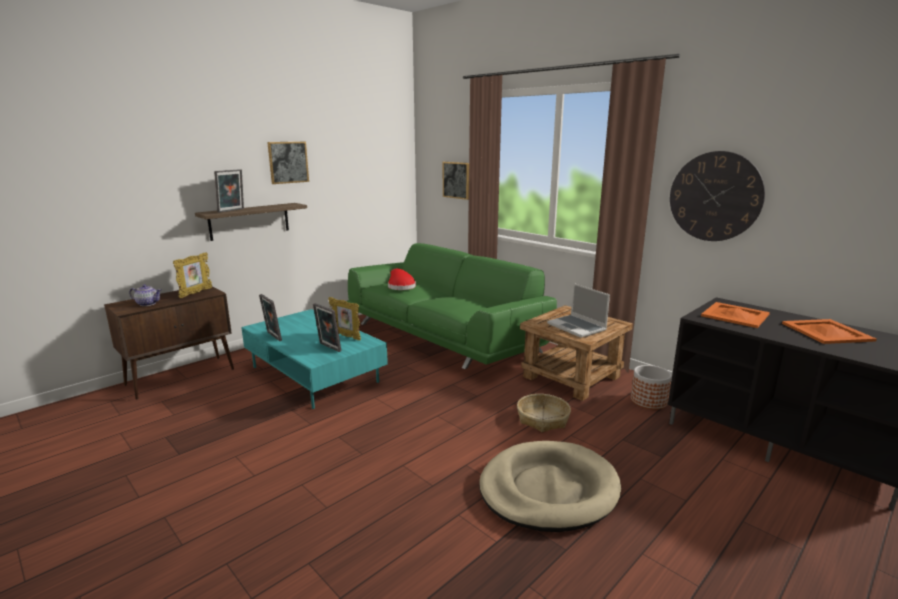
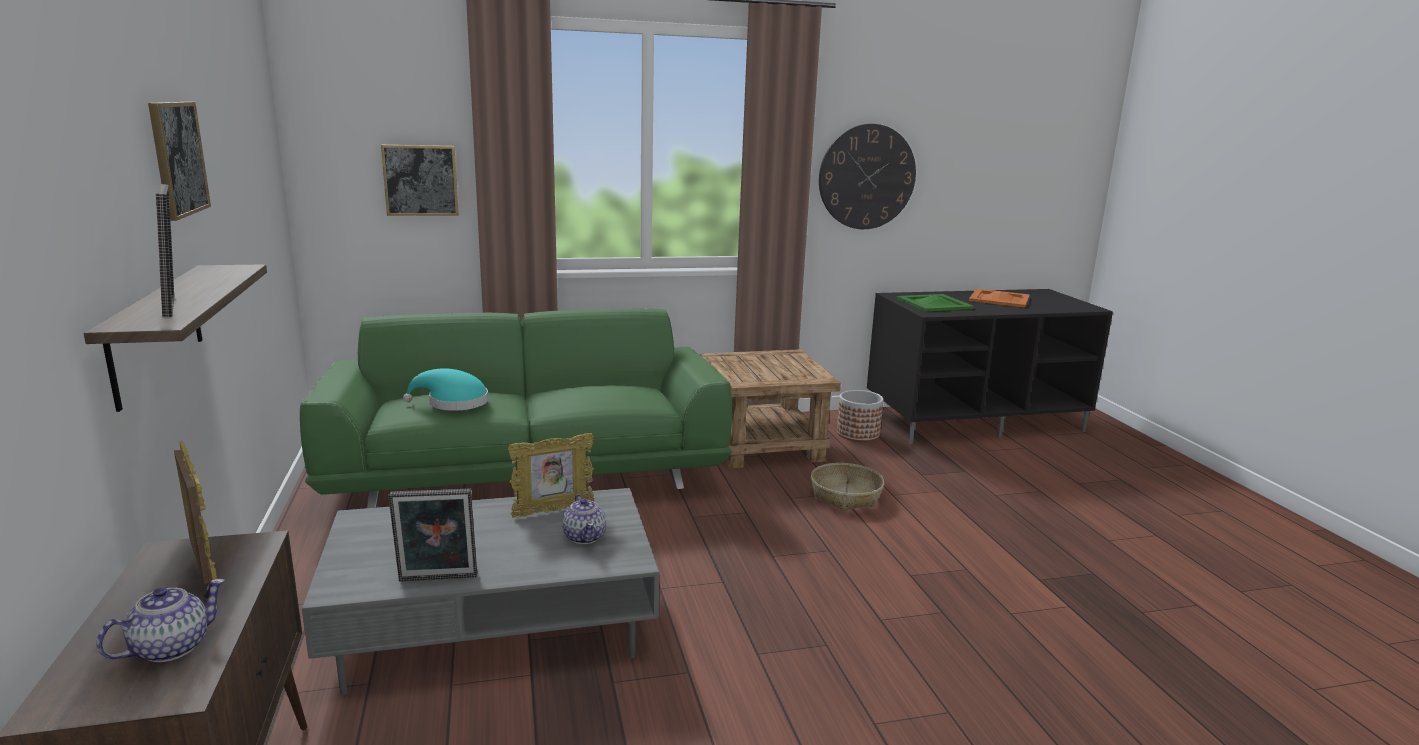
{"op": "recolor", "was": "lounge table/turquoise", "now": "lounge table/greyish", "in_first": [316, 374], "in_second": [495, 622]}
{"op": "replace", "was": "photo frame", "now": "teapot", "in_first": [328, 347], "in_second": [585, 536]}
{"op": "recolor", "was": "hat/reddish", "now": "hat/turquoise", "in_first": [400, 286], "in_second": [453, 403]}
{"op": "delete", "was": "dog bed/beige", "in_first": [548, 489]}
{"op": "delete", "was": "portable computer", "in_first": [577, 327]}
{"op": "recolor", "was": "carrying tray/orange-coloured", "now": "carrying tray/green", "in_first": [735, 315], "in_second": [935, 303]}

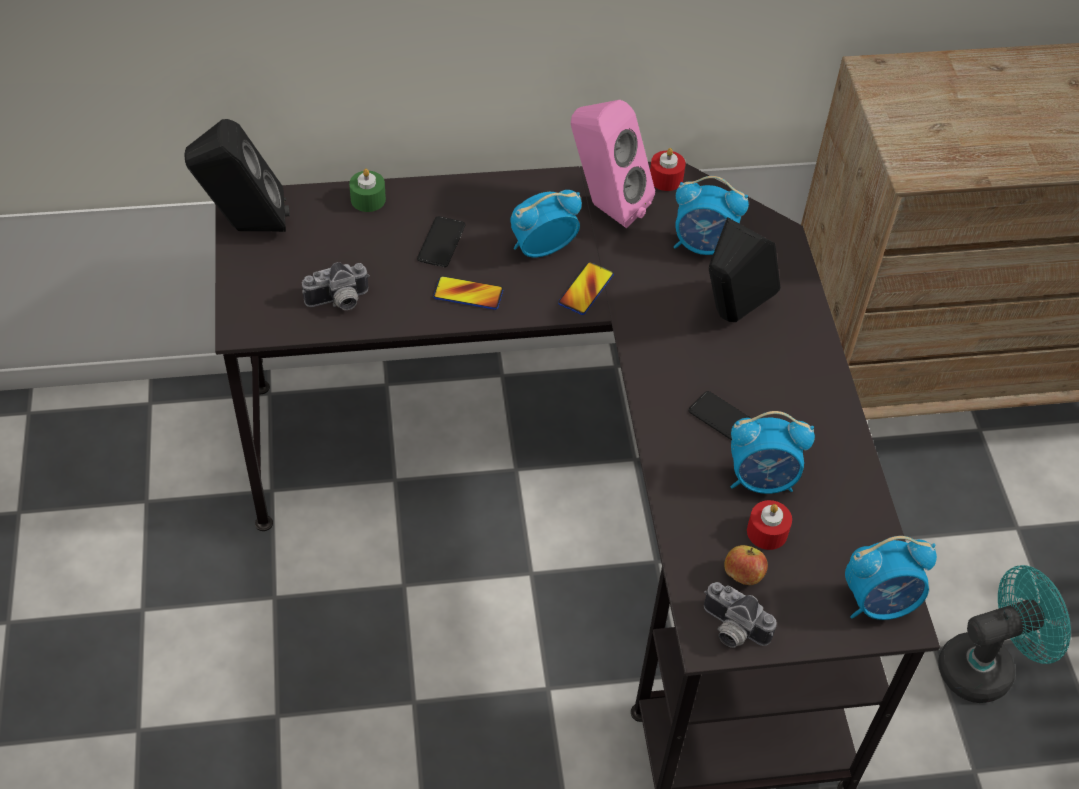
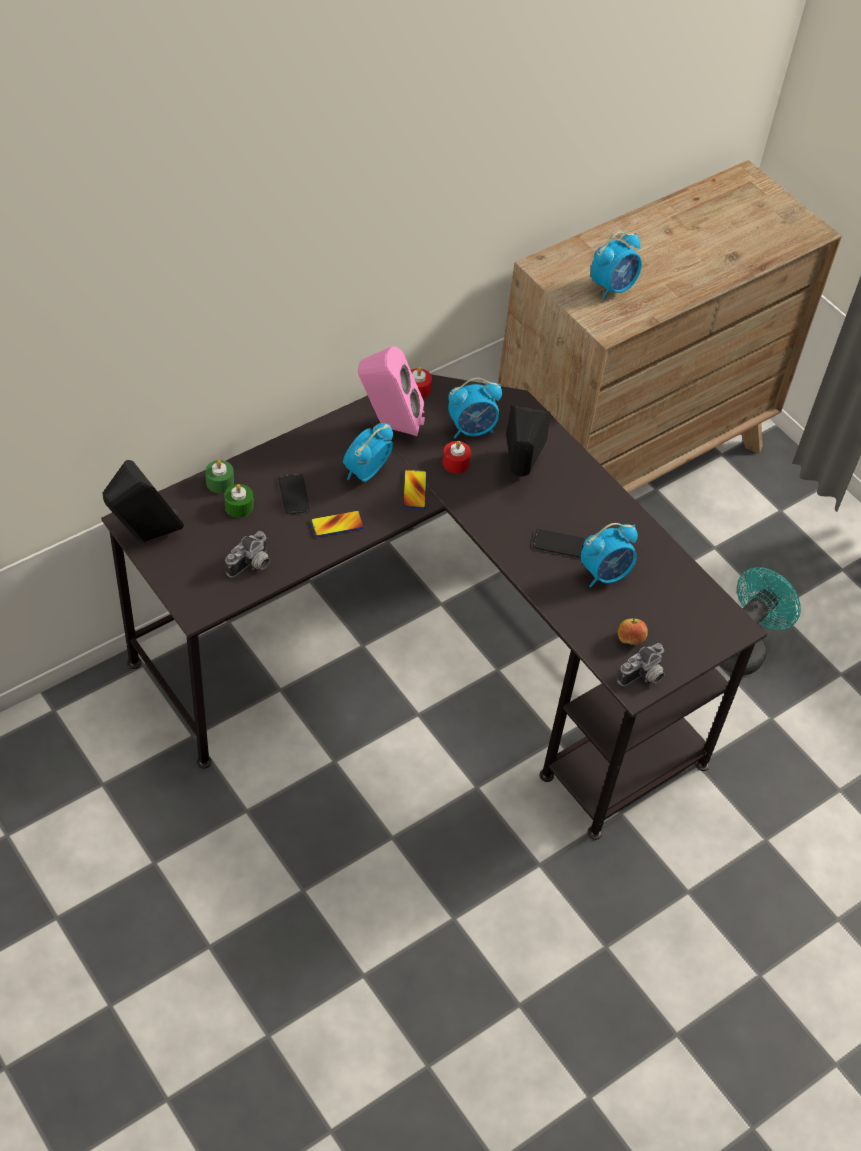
{"op": "rotate", "was": "photo camera", "in_first": [731, 630], "in_second": [644, 677], "clockwise": -45}
{"op": "move", "was": "wax candle/reddish", "in_first": [767, 532], "in_second": [456, 463]}
{"op": "move", "was": "alarm clock", "in_first": [879, 602], "in_second": [613, 287]}
{"op": "insert", "now": "wax candle/green", "in_second": [239, 506]}

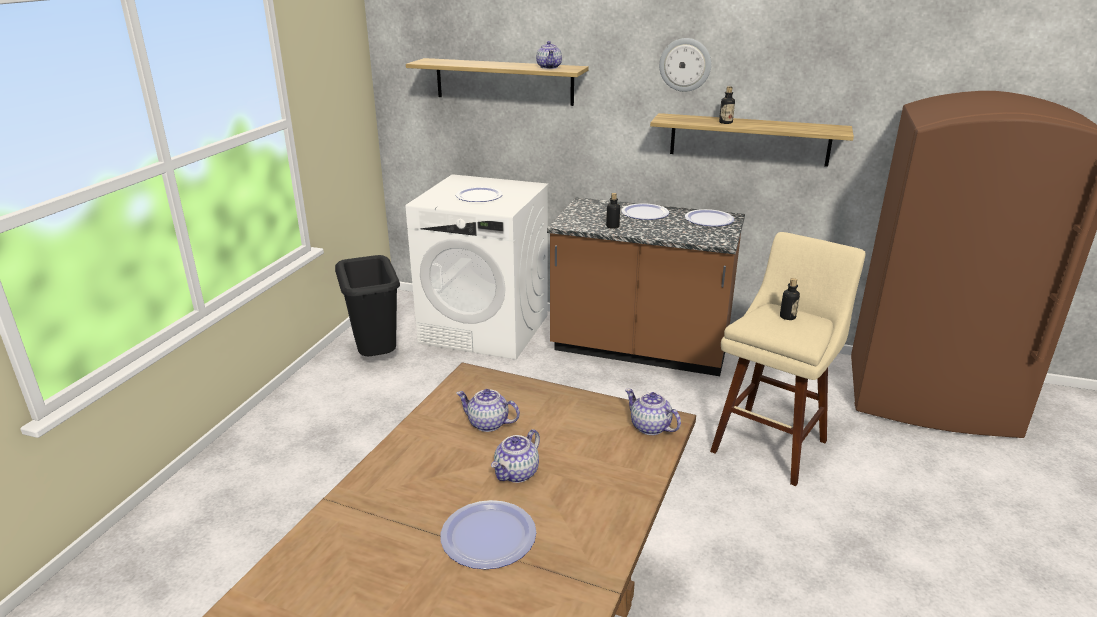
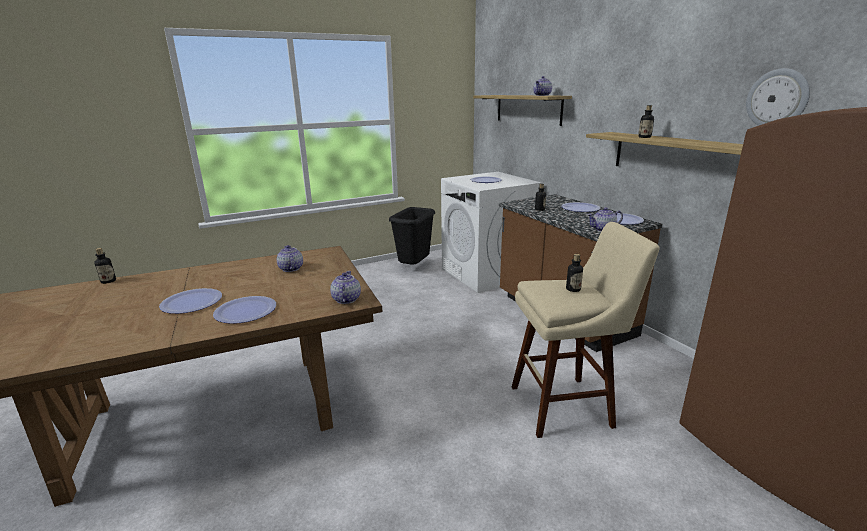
{"op": "move", "was": "teapot", "in_first": [517, 473], "in_second": [603, 229]}
{"op": "move", "was": "wall clock", "in_first": [685, 64], "in_second": [777, 99]}
{"op": "insert", "now": "bottle", "in_second": [108, 281]}
{"op": "insert", "now": "dinner plate", "in_second": [245, 311]}

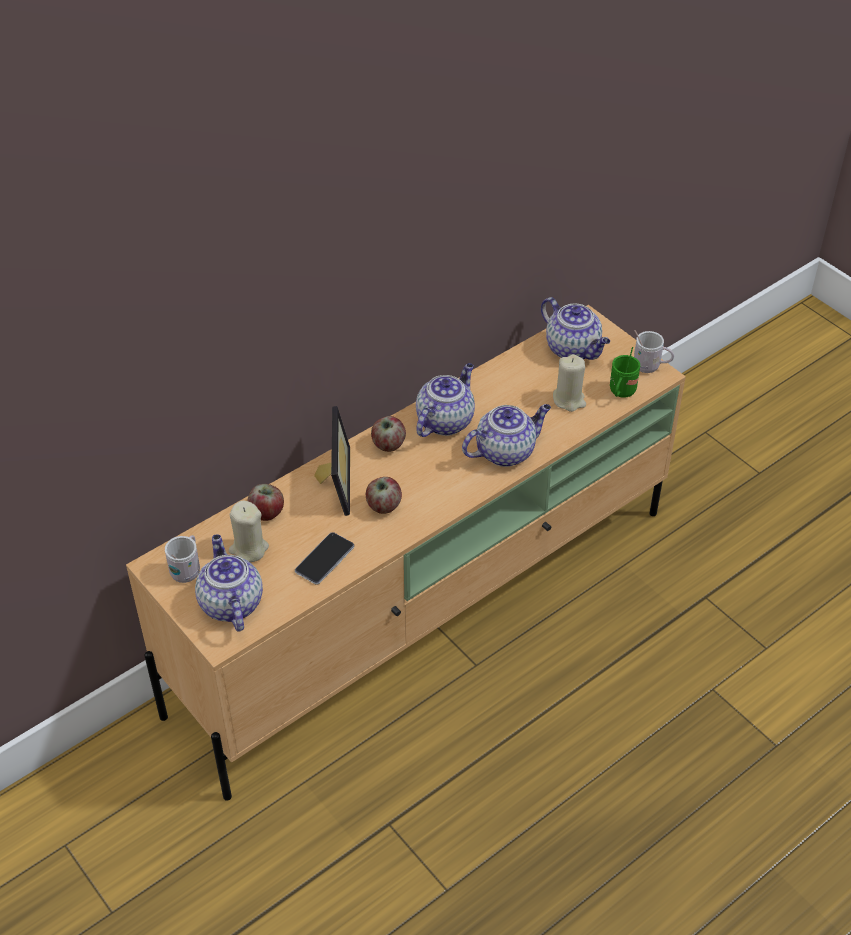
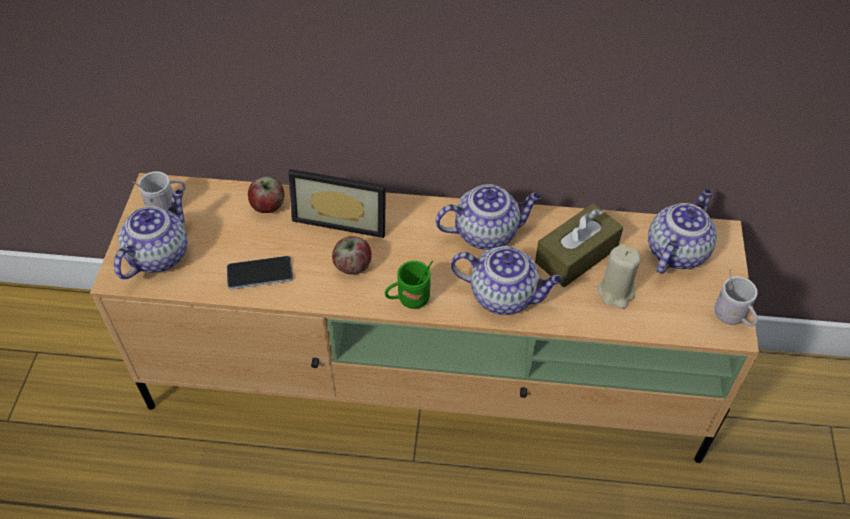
{"op": "delete", "was": "wax candle/beige", "in_first": [248, 549]}
{"op": "rotate", "was": "photo frame", "in_first": [332, 481], "in_second": [342, 217], "clockwise": 60}
{"op": "delete", "was": "whole apple", "in_first": [388, 445]}
{"op": "rotate", "was": "teapot", "in_first": [574, 349], "in_second": [676, 251], "clockwise": -150}
{"op": "move", "was": "coffee mug/green", "in_first": [621, 393], "in_second": [409, 300]}
{"op": "insert", "now": "tissue box/brown-coloured", "in_second": [576, 255]}

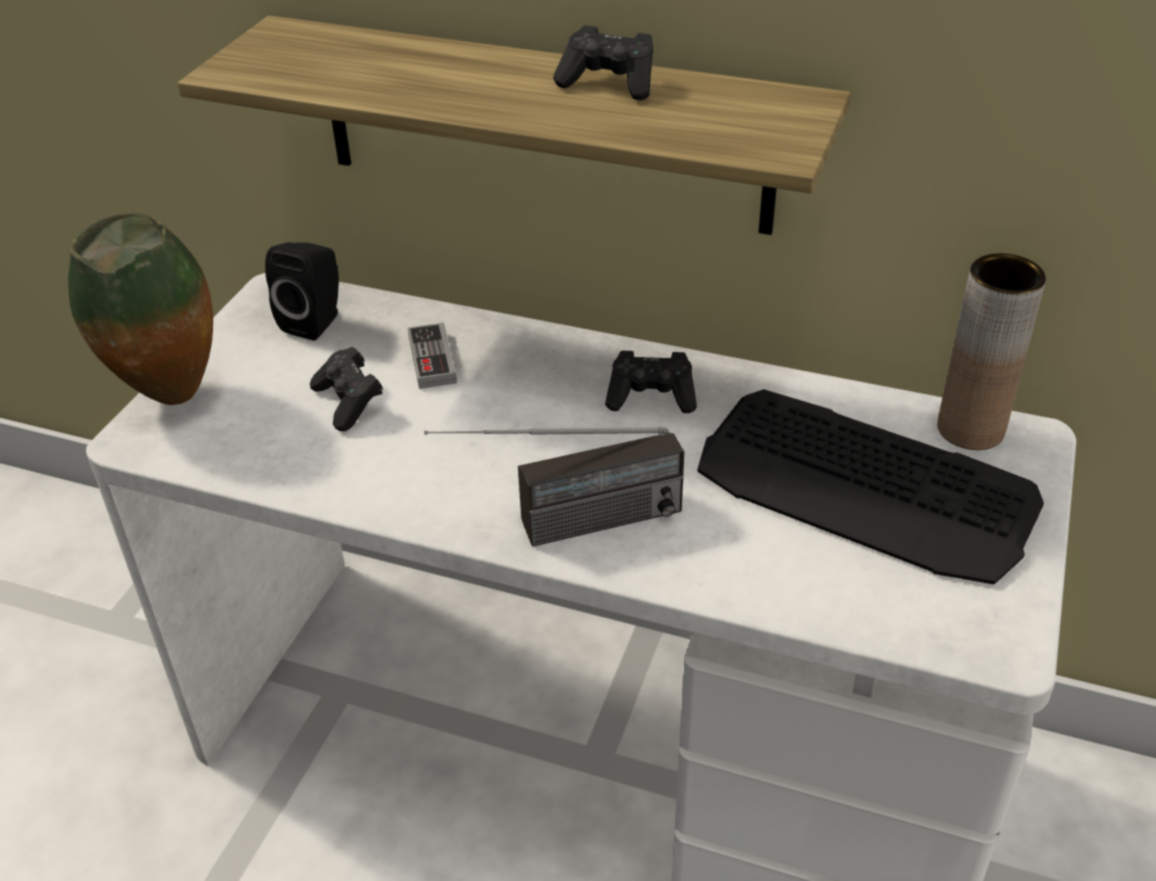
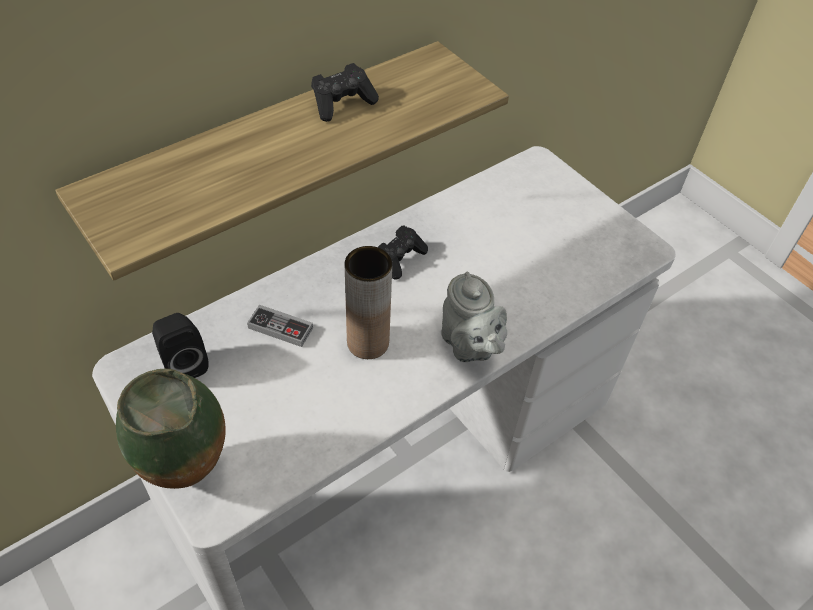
{"op": "delete", "was": "gamepad/blackish", "in_first": [349, 403]}
{"op": "replace", "was": "radio", "now": "teapot/greyish", "in_first": [562, 529], "in_second": [469, 346]}
{"op": "delete", "was": "computer keyboard", "in_first": [865, 487]}
{"op": "move", "was": "decorative vase/brown-coloured", "in_first": [970, 429], "in_second": [368, 342]}

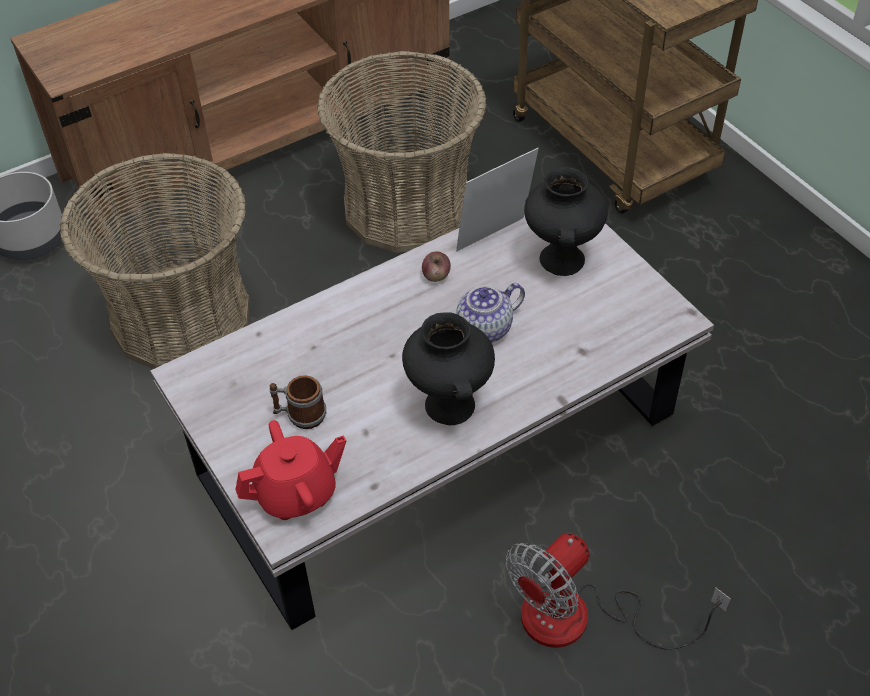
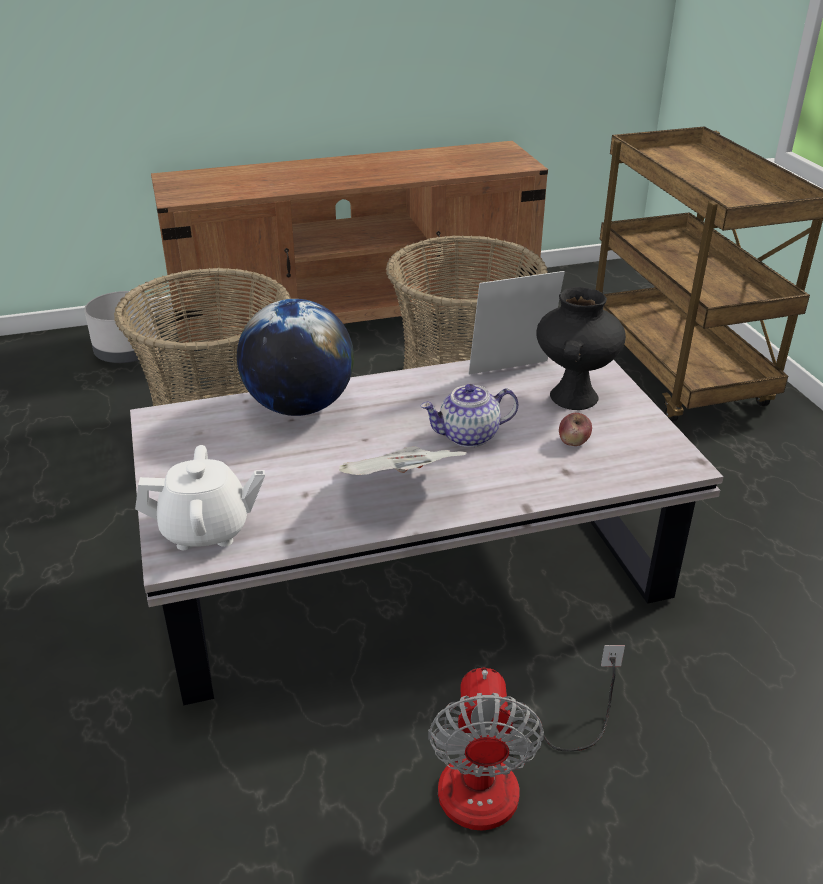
{"op": "recolor", "was": "teapot/reddish", "now": "teapot/whitish", "in_first": [297, 493], "in_second": [206, 530]}
{"op": "delete", "was": "coffee mug", "in_first": [300, 415]}
{"op": "replace", "was": "decorative vase/blackish", "now": "daily paper", "in_first": [448, 404], "in_second": [402, 488]}
{"op": "move", "was": "whole apple", "in_first": [436, 276], "in_second": [573, 441]}
{"op": "rotate", "was": "fan", "in_first": [580, 619], "in_second": [502, 776], "clockwise": -60}
{"op": "insert", "now": "world globe", "in_second": [299, 406]}

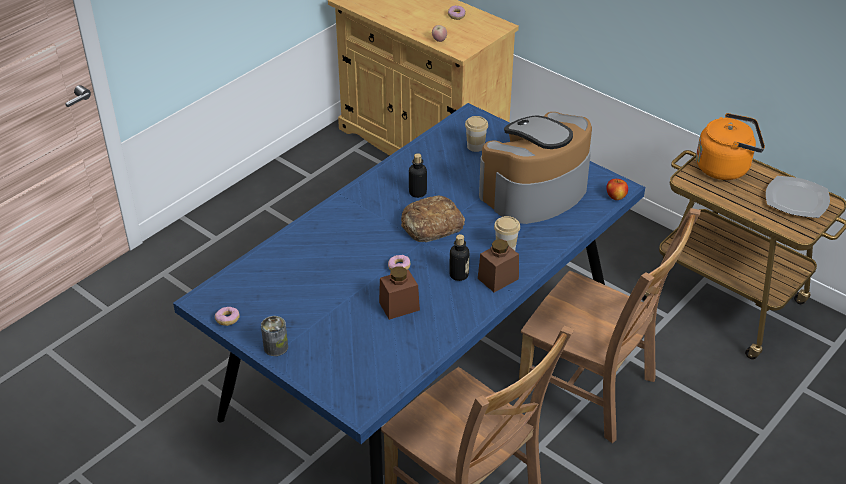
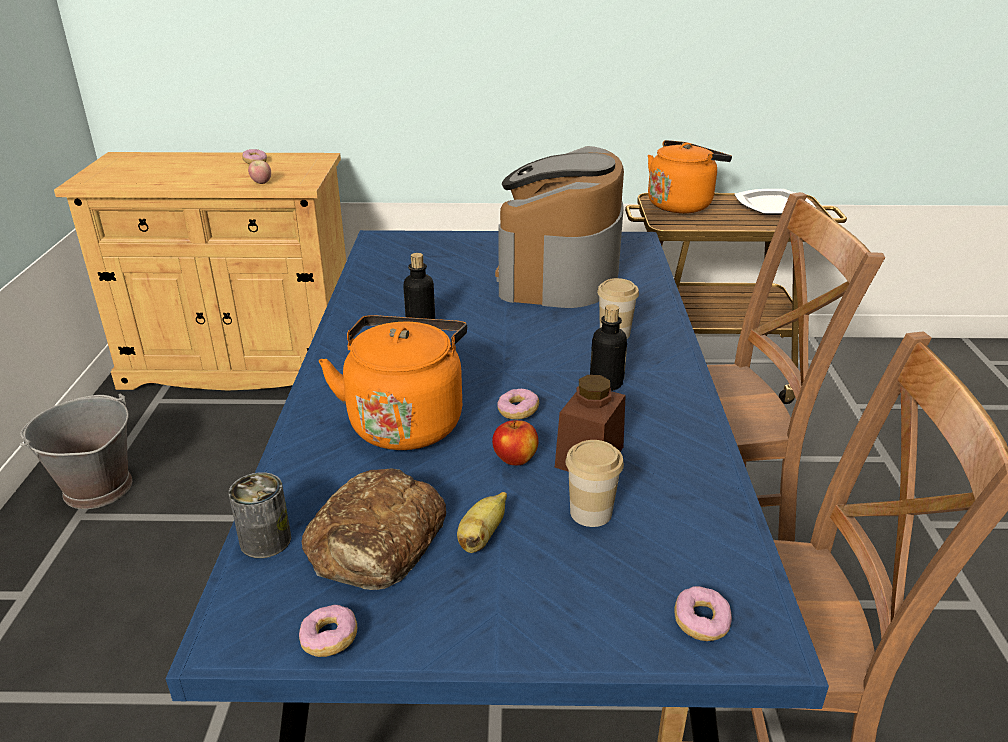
{"op": "move", "was": "can", "in_first": [276, 347], "in_second": [265, 540]}
{"op": "move", "was": "baked bread", "in_first": [431, 225], "in_second": [377, 542]}
{"op": "move", "was": "small cup", "in_first": [475, 146], "in_second": [591, 512]}
{"op": "delete", "was": "jar/brown-coloured", "in_first": [498, 278]}
{"op": "move", "was": "whole apple", "in_first": [616, 197], "in_second": [515, 459]}
{"op": "insert", "now": "bucket/greyish", "in_second": [96, 488]}
{"op": "insert", "now": "tea kettle/orange-coloured", "in_second": [406, 421]}
{"op": "insert", "now": "banana fruit", "in_second": [482, 537]}
{"op": "insert", "now": "doughnut", "in_second": [701, 623]}

